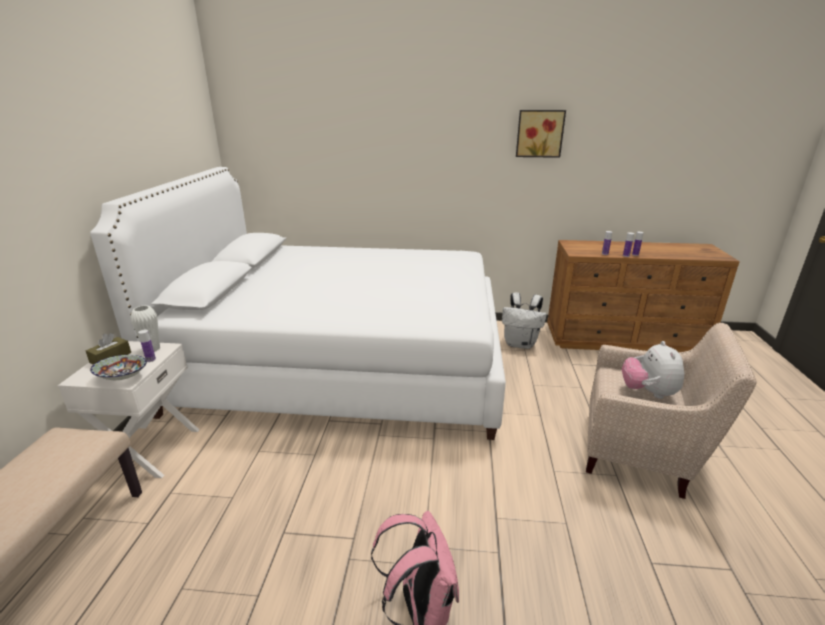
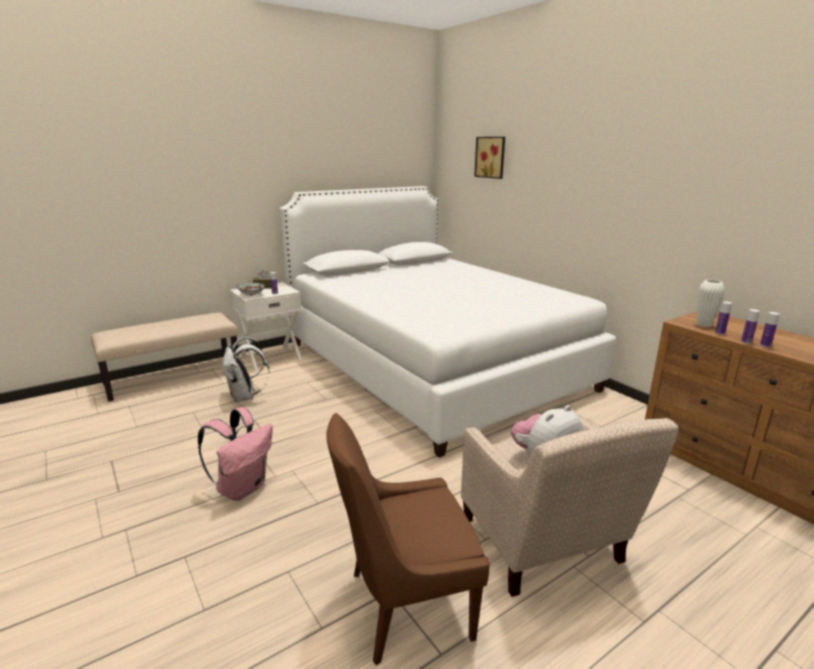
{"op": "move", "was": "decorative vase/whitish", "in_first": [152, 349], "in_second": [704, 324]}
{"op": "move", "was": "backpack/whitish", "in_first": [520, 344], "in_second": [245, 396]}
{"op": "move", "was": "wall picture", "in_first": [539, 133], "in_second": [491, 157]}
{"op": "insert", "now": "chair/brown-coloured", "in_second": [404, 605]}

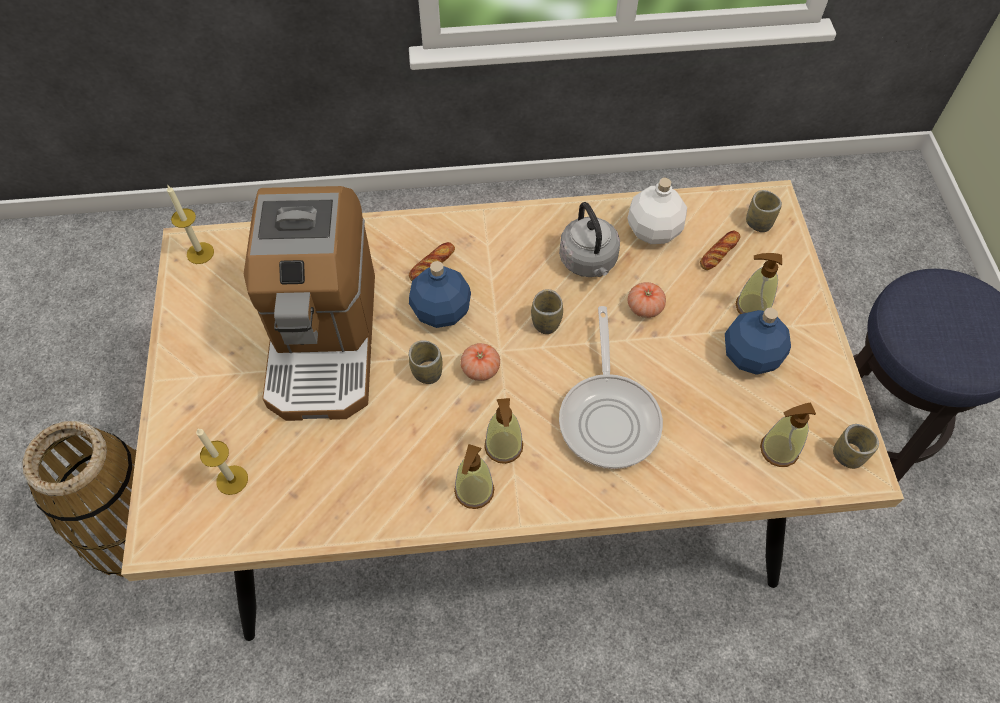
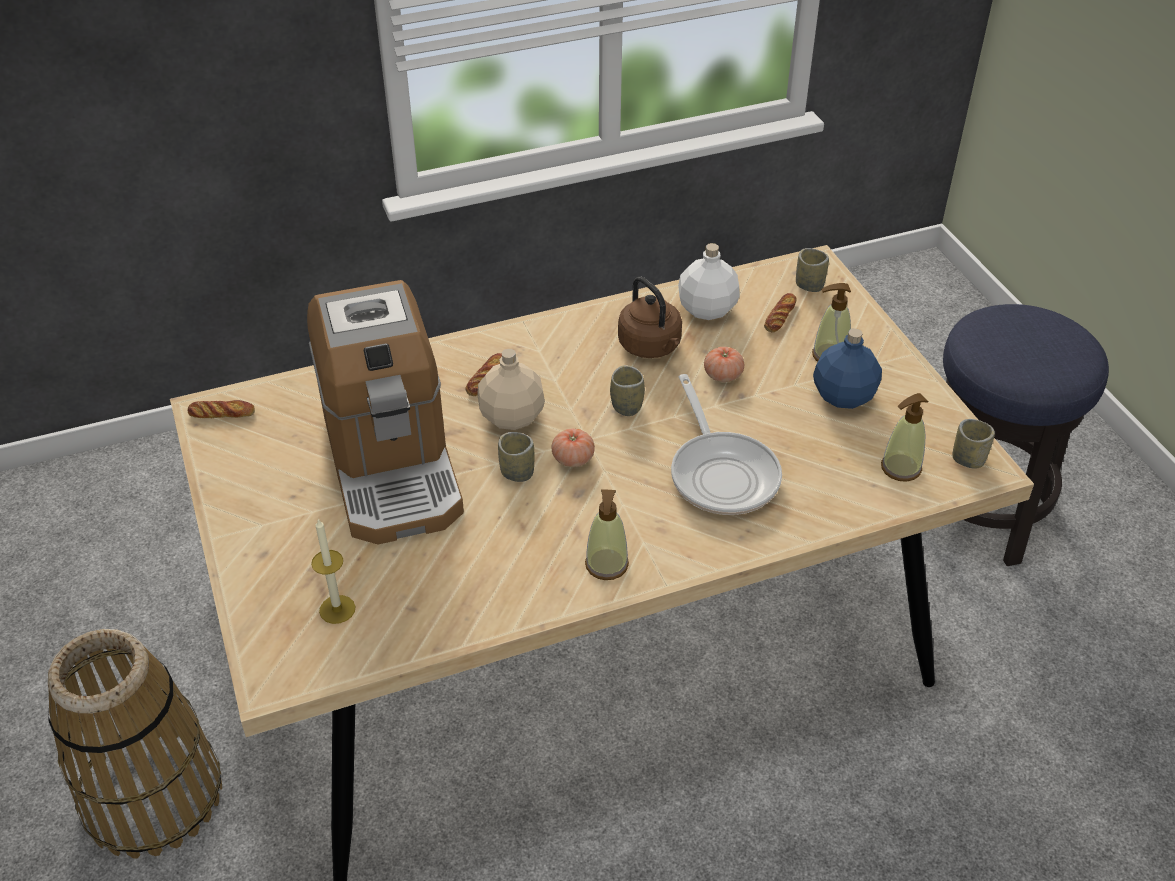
{"op": "replace", "was": "wax candle", "now": "baked bread", "in_first": [200, 253], "in_second": [222, 413]}
{"op": "recolor", "was": "bottle/bluish", "now": "bottle/beige", "in_first": [441, 310], "in_second": [512, 416]}
{"op": "delete", "was": "soap bottle", "in_first": [503, 447]}
{"op": "recolor", "was": "tea kettle/greyish", "now": "tea kettle/brown-coloured", "in_first": [589, 262], "in_second": [651, 347]}

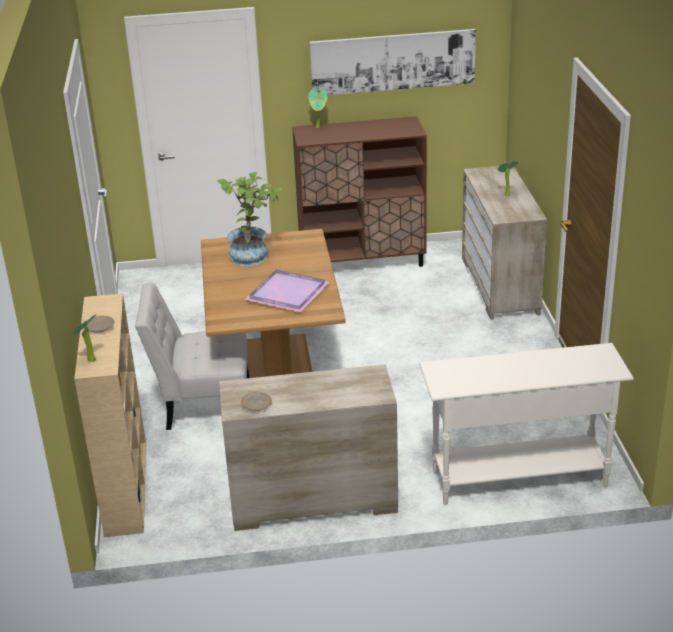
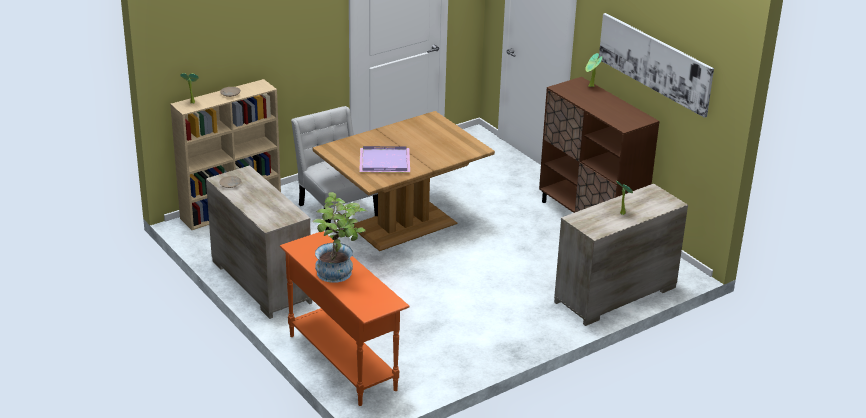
{"op": "move", "was": "potted plant", "in_first": [253, 255], "in_second": [339, 274]}
{"op": "recolor", "was": "narrow table/whitish", "now": "narrow table/orange-coloured", "in_first": [518, 478], "in_second": [342, 362]}

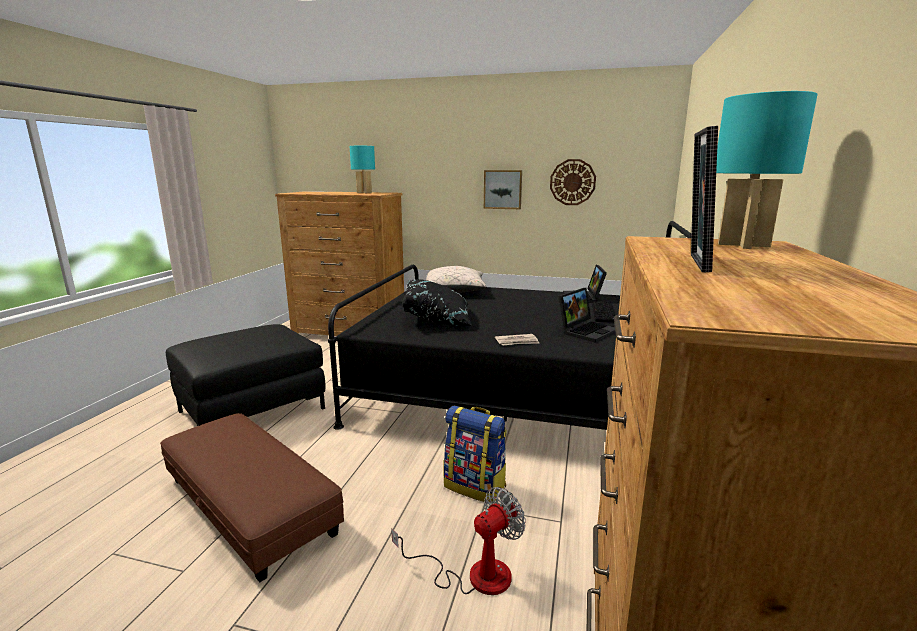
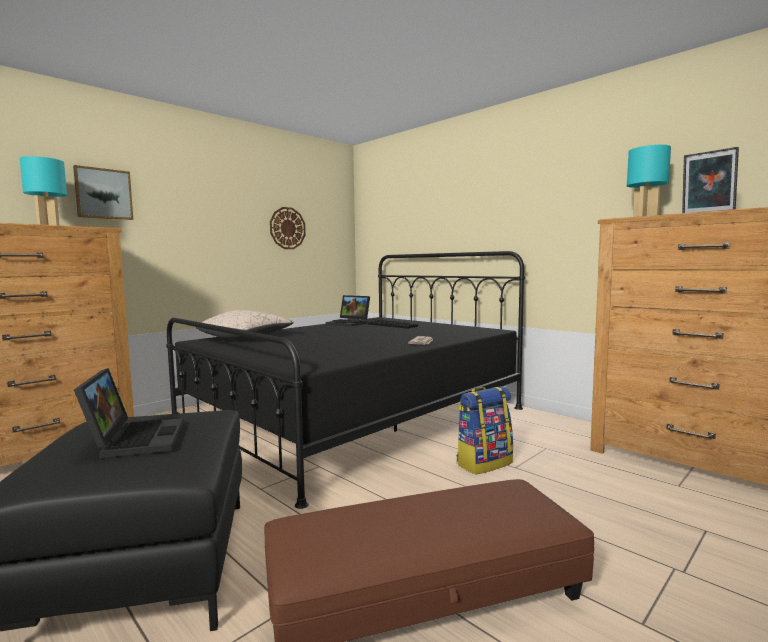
{"op": "delete", "was": "fan", "in_first": [474, 575]}
{"op": "delete", "was": "pillow/blackish", "in_first": [438, 319]}
{"op": "move", "was": "wall picture", "in_first": [503, 189], "in_second": [103, 194]}
{"op": "move", "was": "portable computer", "in_first": [586, 331], "in_second": [135, 439]}

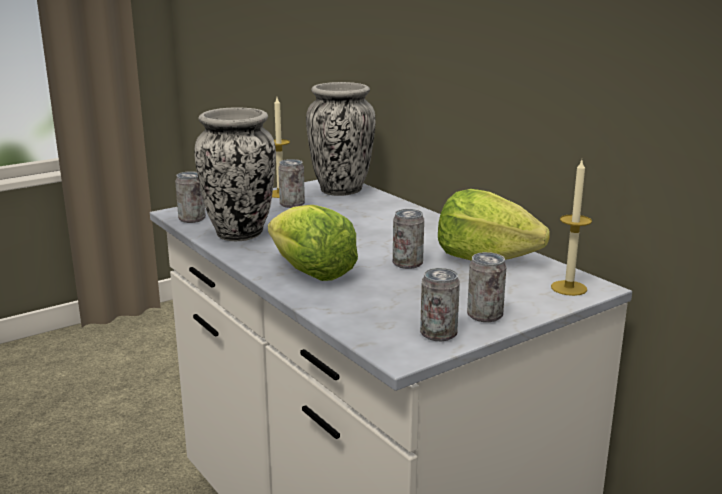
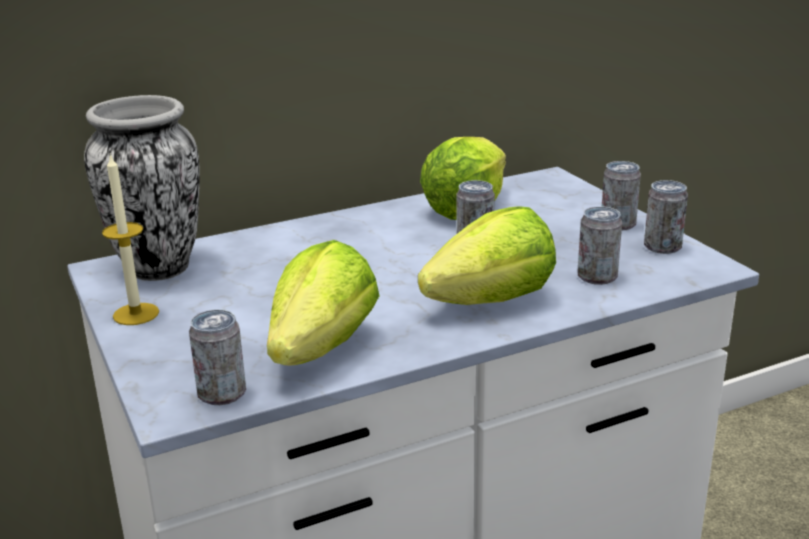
{"op": "replace", "was": "decorative vase", "now": "head of lettuce", "in_first": [240, 234], "in_second": [322, 348]}
{"op": "move", "was": "can", "in_first": [292, 204], "in_second": [597, 277]}
{"op": "delete", "was": "wax candle", "in_first": [569, 288]}

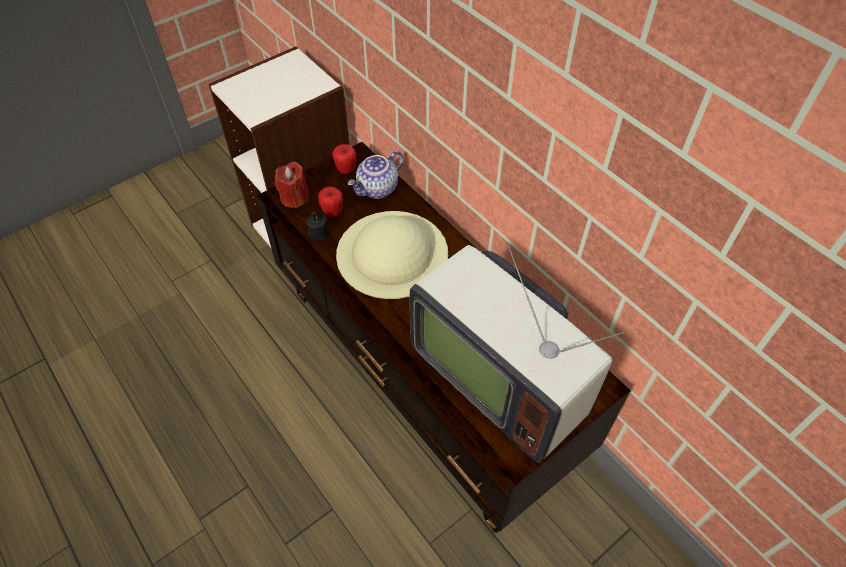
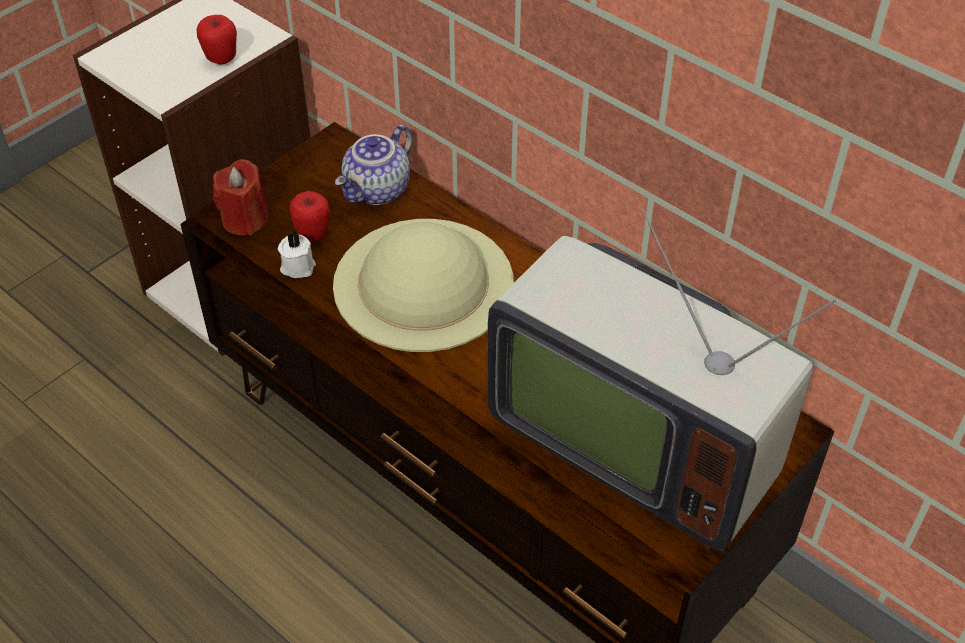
{"op": "recolor", "was": "wax candle/blackish", "now": "wax candle/whitish", "in_first": [319, 231], "in_second": [297, 266]}
{"op": "move", "was": "whole apple", "in_first": [346, 170], "in_second": [221, 59]}

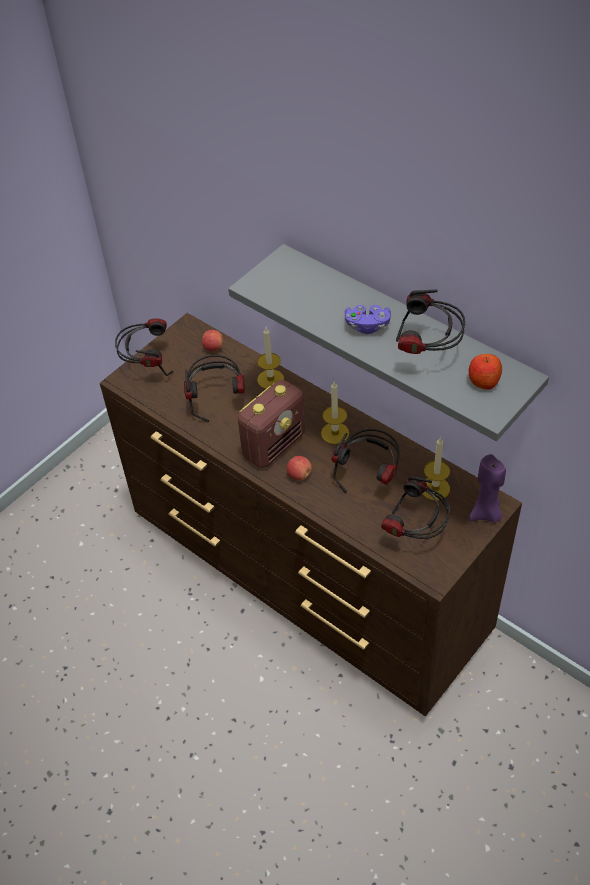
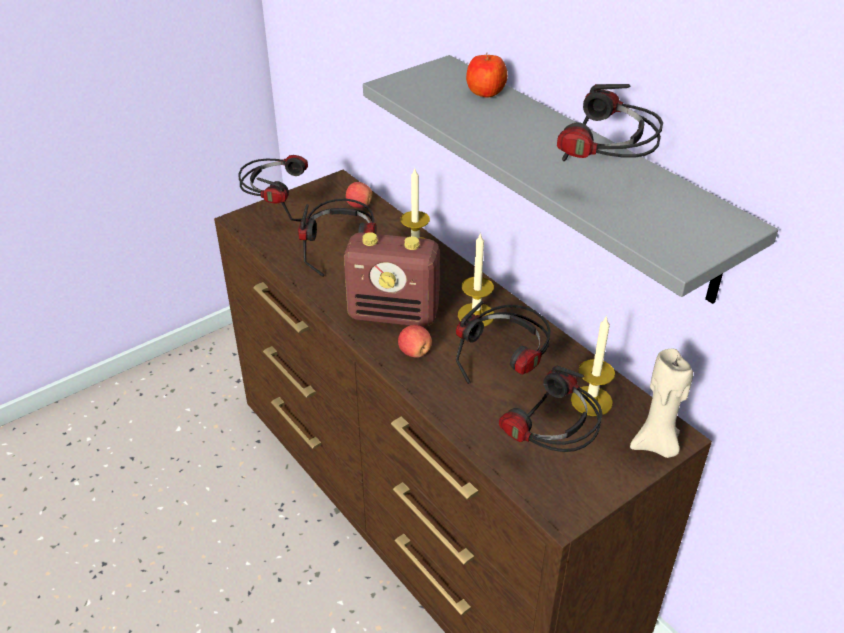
{"op": "rotate", "was": "radio", "in_first": [274, 445], "in_second": [394, 314], "clockwise": 45}
{"op": "delete", "was": "gamepad/purple", "in_first": [367, 326]}
{"op": "move", "was": "whole apple", "in_first": [483, 381], "in_second": [485, 92]}
{"op": "recolor", "was": "wax candle/purple", "now": "wax candle/beige", "in_first": [486, 514], "in_second": [656, 445]}

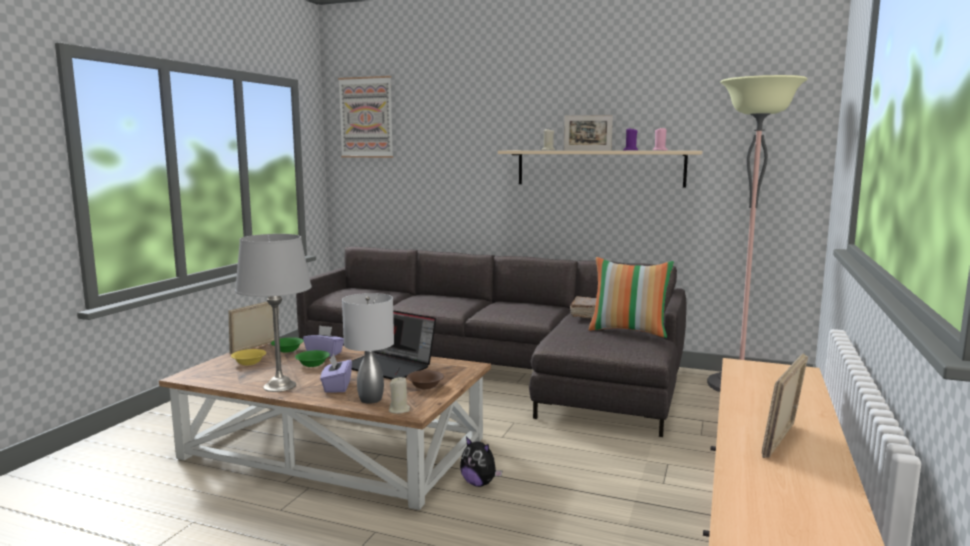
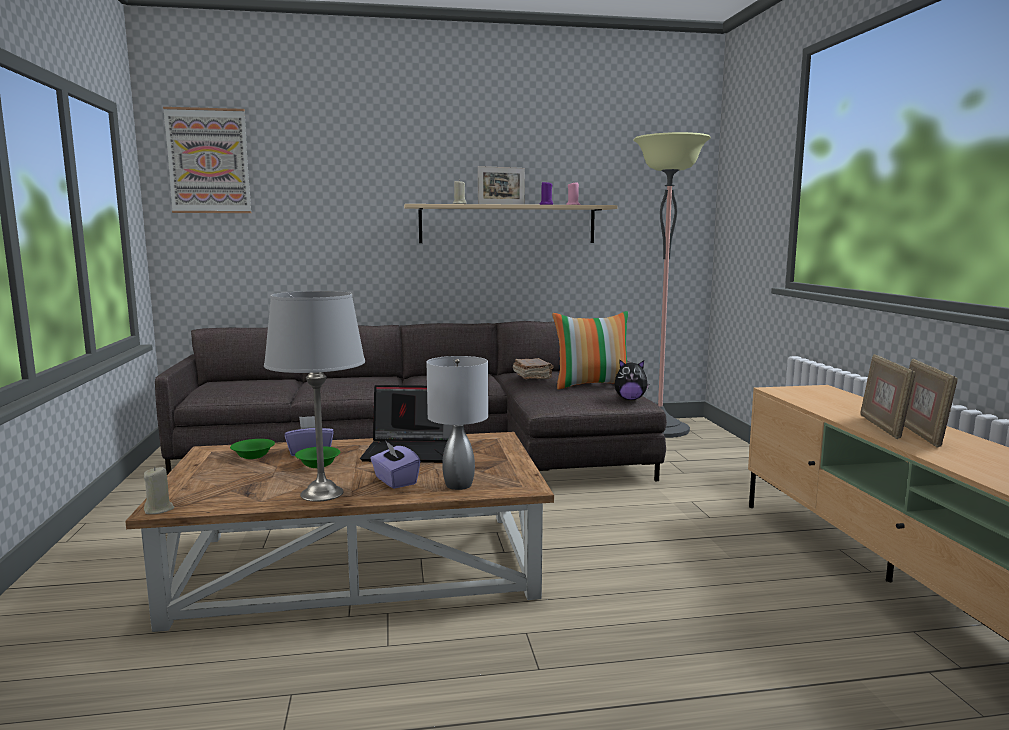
{"op": "move", "was": "photo frame", "in_first": [256, 347], "in_second": [882, 427]}
{"op": "delete", "was": "bowl/yellow-coloured", "in_first": [248, 363]}
{"op": "move", "was": "wax candle/beige", "in_first": [399, 410], "in_second": [159, 509]}
{"op": "delete", "was": "bowl/brown-coloured", "in_first": [425, 386]}
{"op": "move", "was": "plush toy", "in_first": [479, 483], "in_second": [630, 399]}

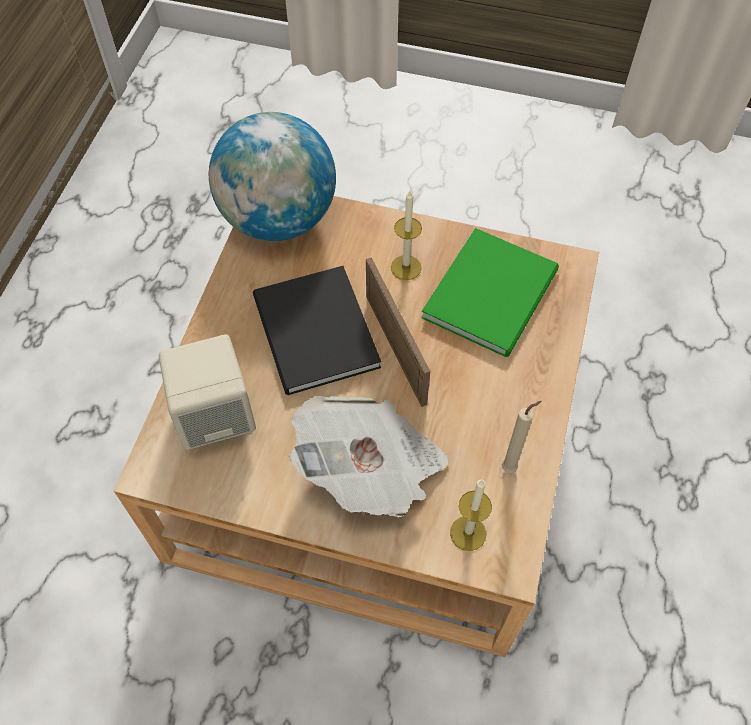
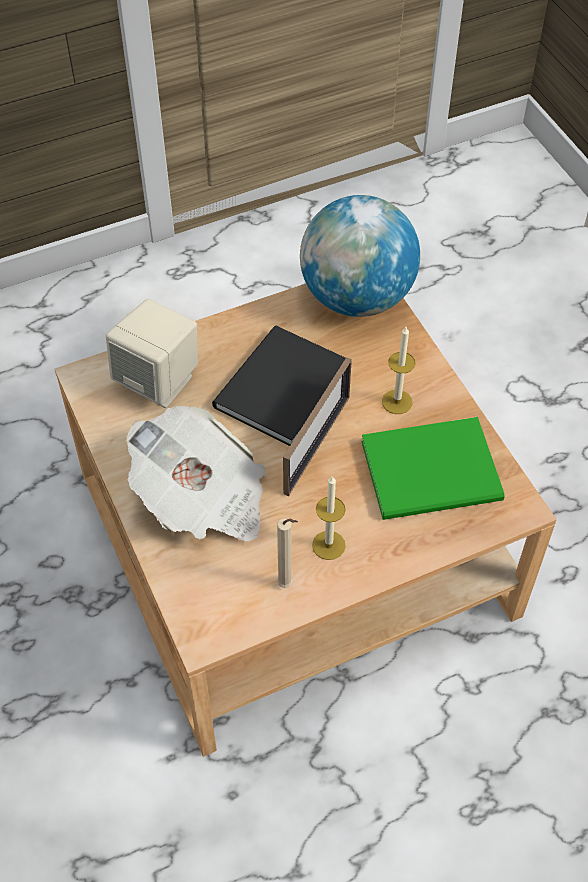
{"op": "move", "was": "wax candle", "in_first": [468, 533], "in_second": [328, 545]}

